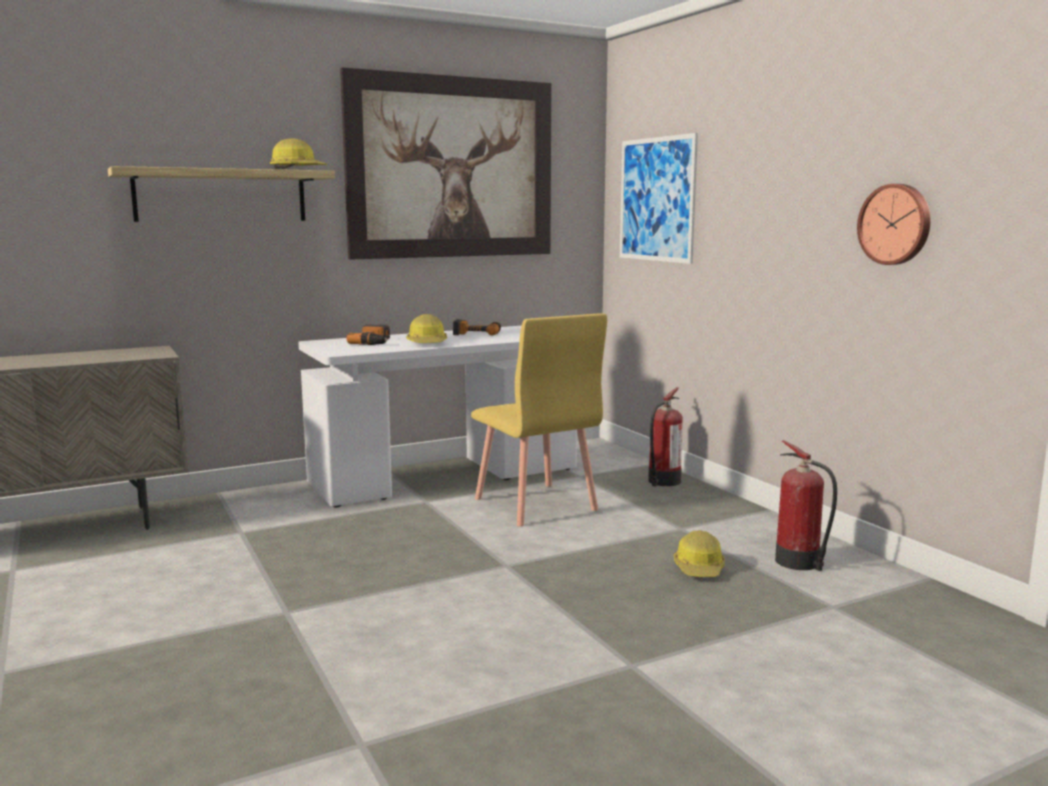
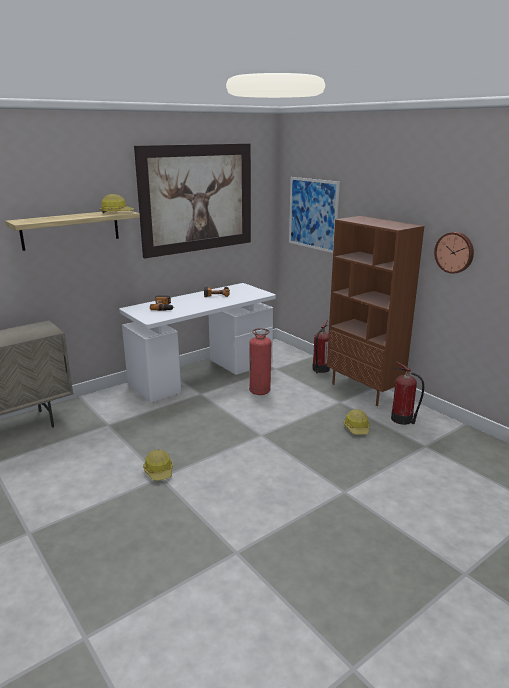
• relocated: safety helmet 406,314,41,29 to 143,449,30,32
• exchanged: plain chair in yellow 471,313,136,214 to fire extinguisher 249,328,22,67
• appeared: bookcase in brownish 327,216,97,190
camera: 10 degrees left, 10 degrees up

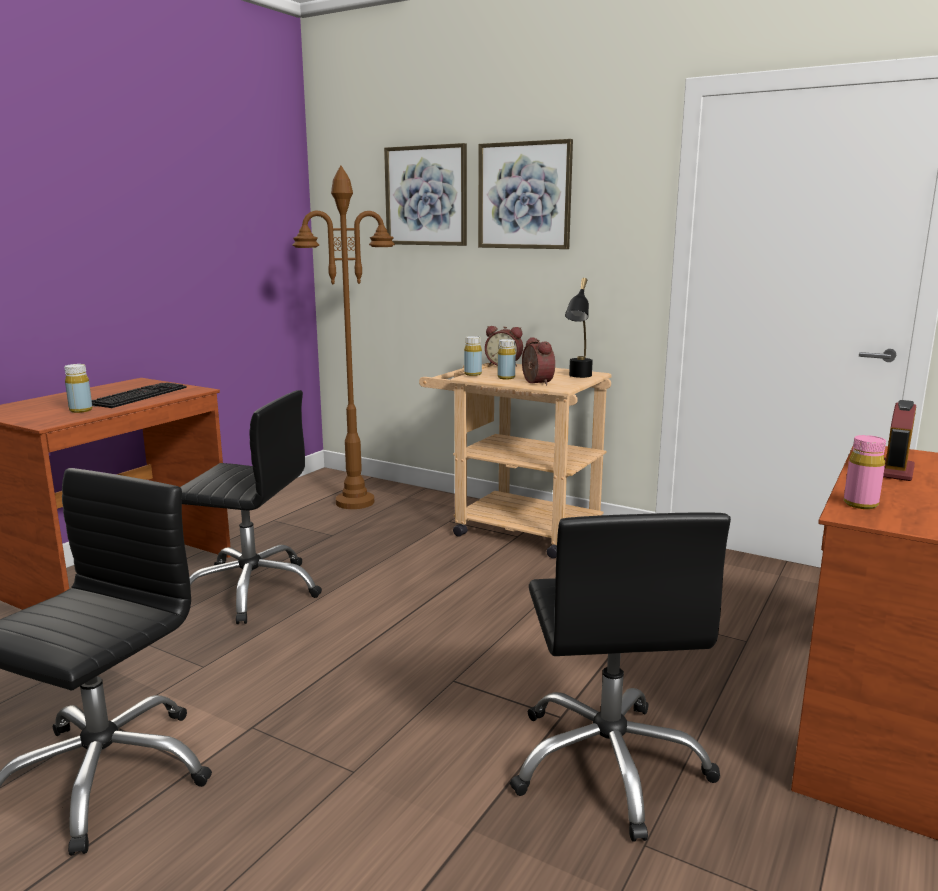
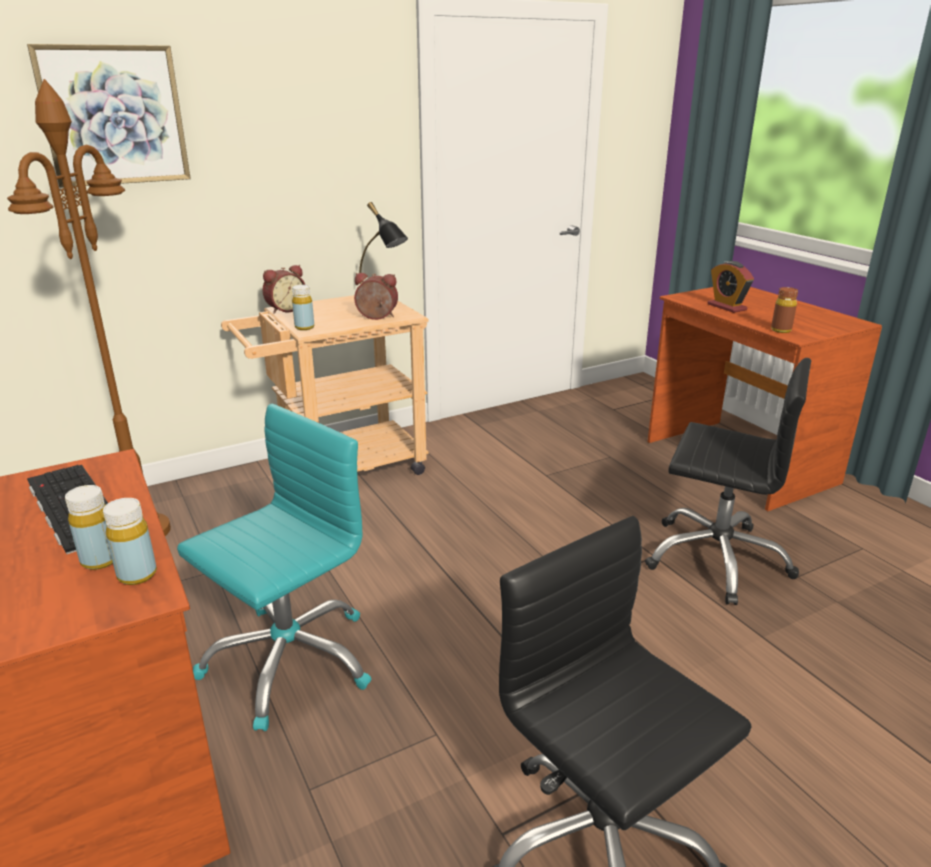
• colour: office chair in black 180,390,142,234 to office chair in turquoise-coloured 177,404,194,327
• missing: wall art 478,139,95,110
• relocated: drink bottle in yellow 498,339,18,40 to 103,498,54,87
• colour: drink bottle in pink 844,435,42,74 to drink bottle in brownish 771,287,27,46
camera: 60 degrees left, 10 degrees up

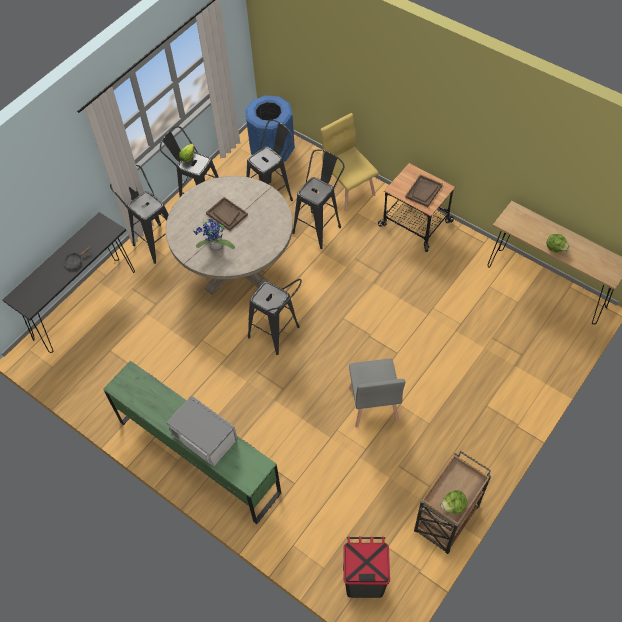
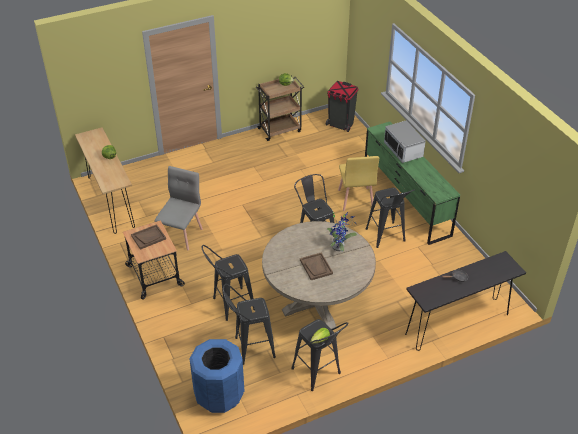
• relocated: stool in black 110,165,59,99 to 366,188,48,60
• relocated: plain chair in yellow 320,113,59,99 to 338,156,41,55
• relocated: plain chair in grey 349,359,56,68 to 155,166,48,85
camera: 155 degrees left, 15 degrees down

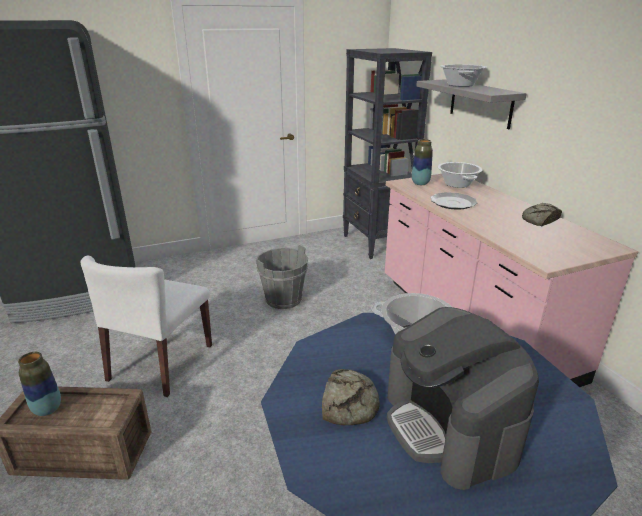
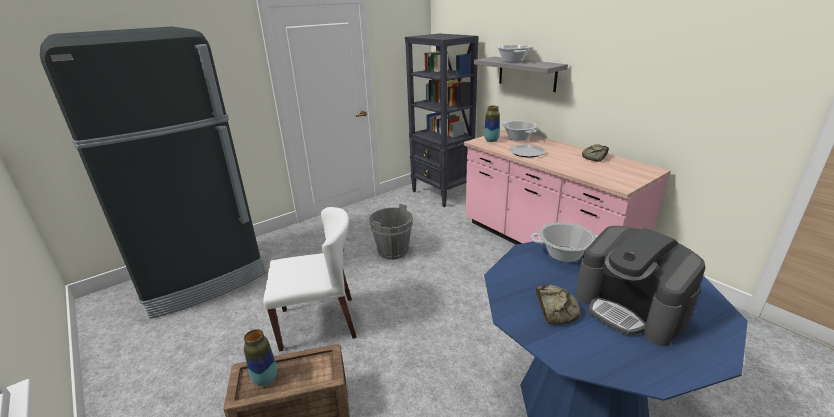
• spun: plain chair in whitish 81,255,131,142 = 263,207,94,144 105 degrees counterclockwise
camera: 15 degrees left, 0 degrees up

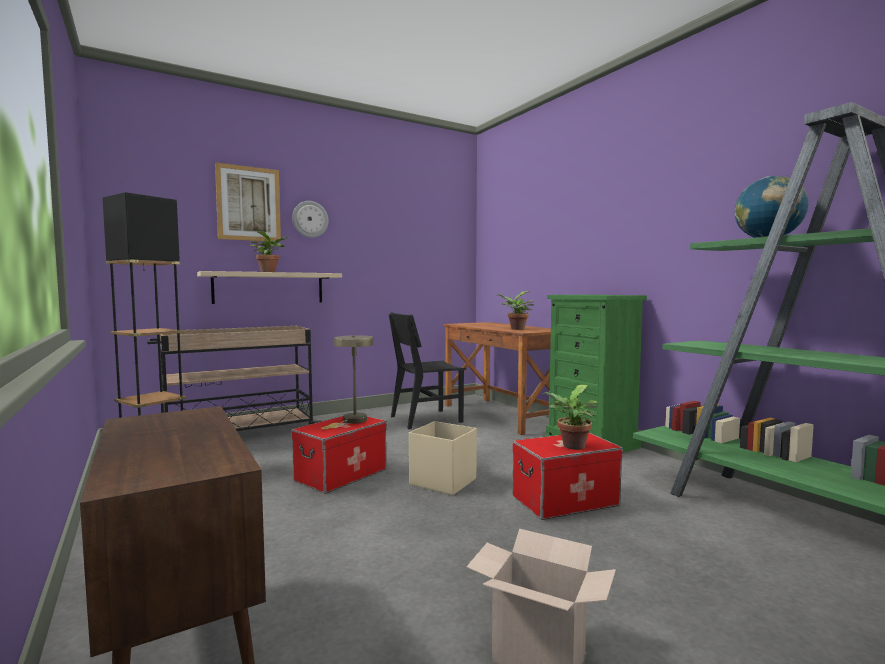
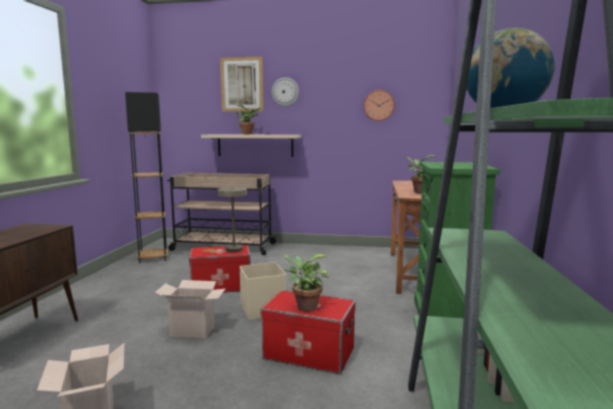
• missing: plain chair in black 389,312,77,118
• appeared: carton 155,280,70,58
• appeared: wall clock 364,90,31,31
camera: 40 degrees right, 5 degrees up

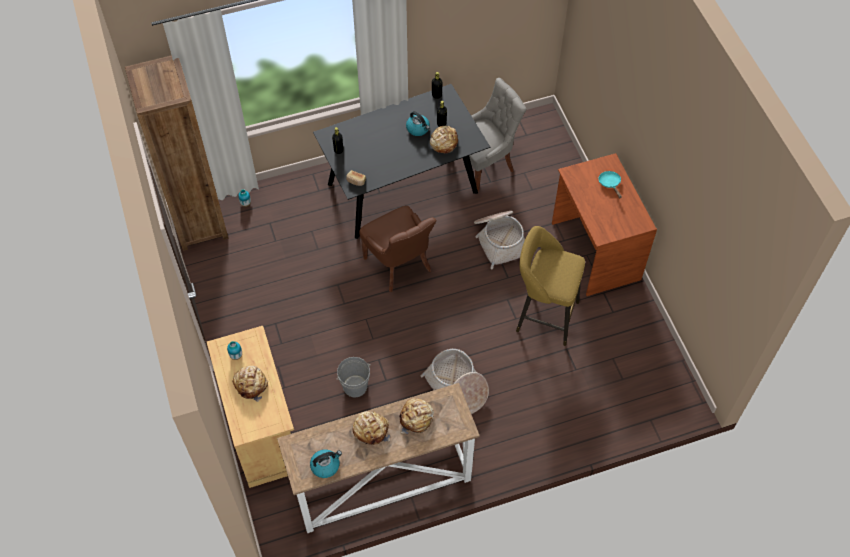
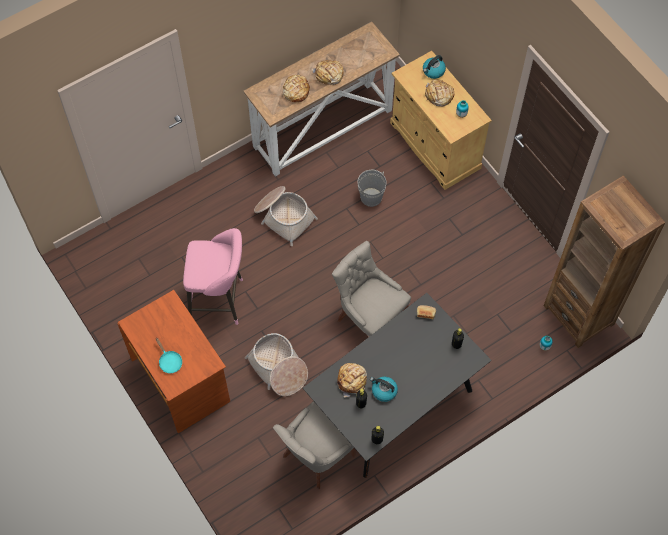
• relocated: tea kettle 310,449,32,29 to 423,55,23,24
• colour: plain chair in brownish 359,206,77,86 to plain chair in grey 332,241,79,96
• colour: stool in yellow 516,226,69,120 to stool in pink 183,228,60,97
camera: 165 degrees right, 5 degrees up

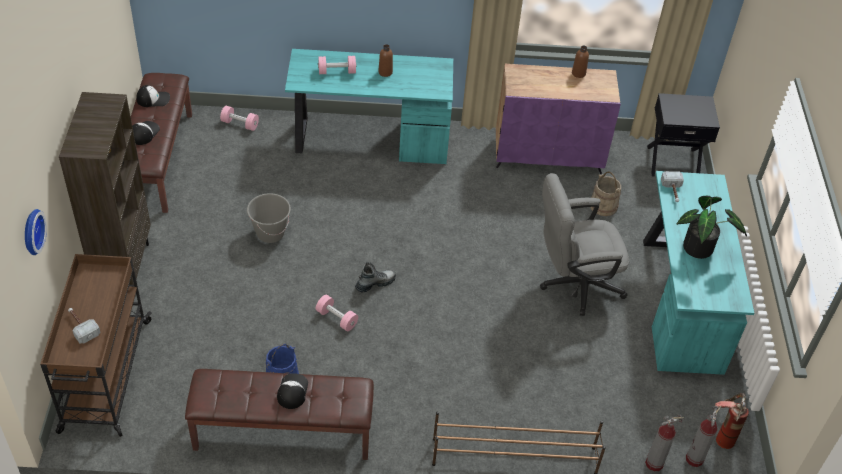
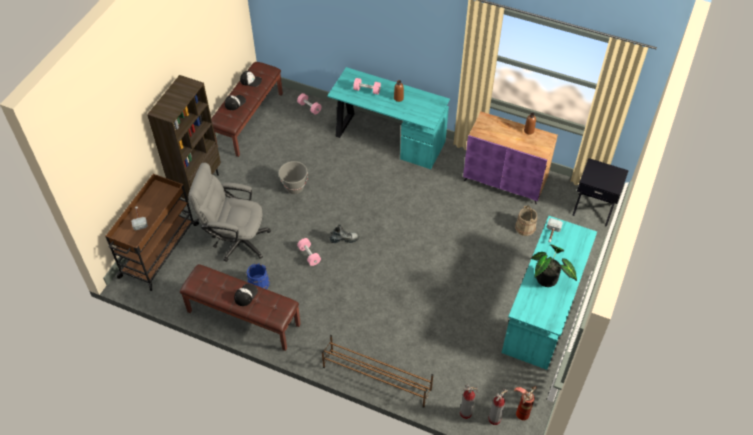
• missing: wall clock 25,209,22,46
• relocated: office chair in grey 540,173,89,143 to 188,162,83,100
camera: 25 degrees right, 5 degrees up

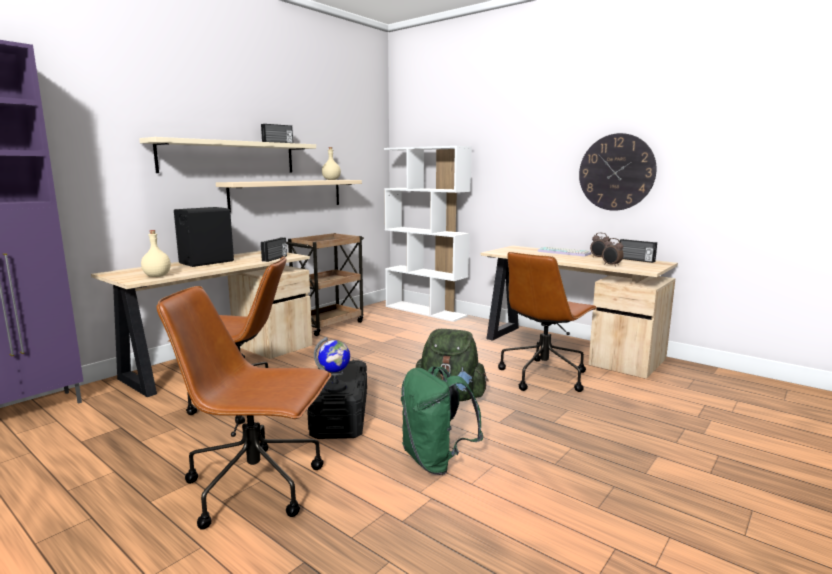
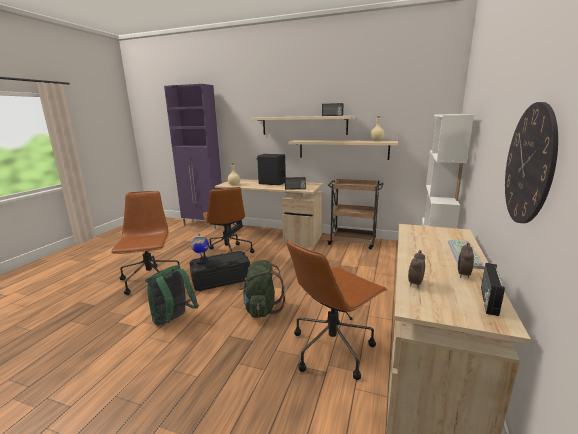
• spun: office chair in brownish 498,252,99,140 = 286,239,102,141 60 degrees counterclockwise
camera: 70 degrees right, 5 degrees up

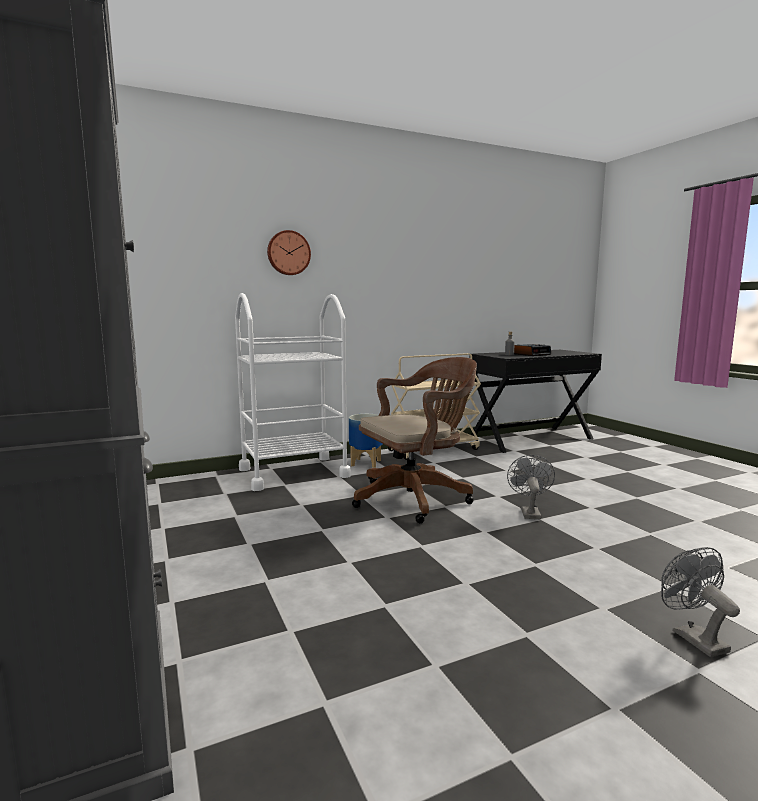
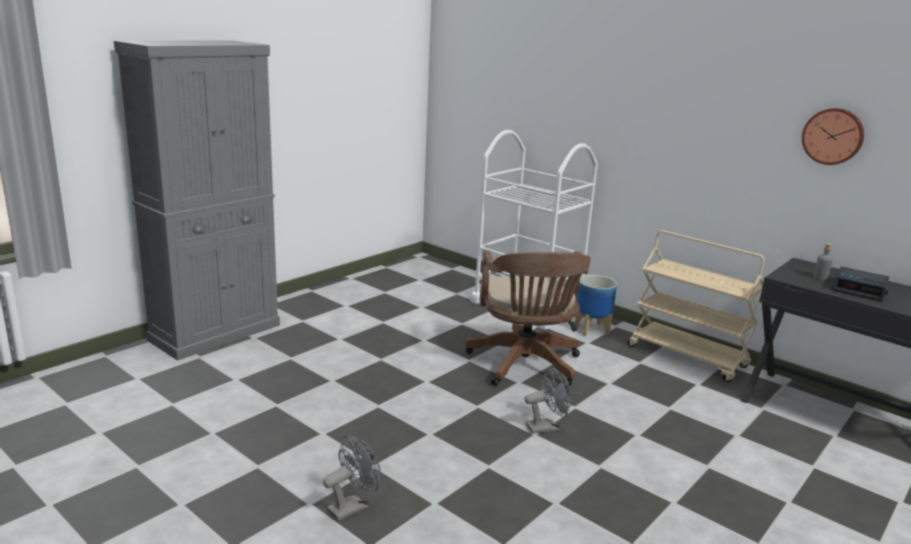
• relocated: wall clock 267,230,44,45 to 802,108,62,57
• spun: office chair in brownish 352,357,125,166 = 465,250,126,137 45 degrees clockwise
camera: 65 degrees right, 10 degrees up

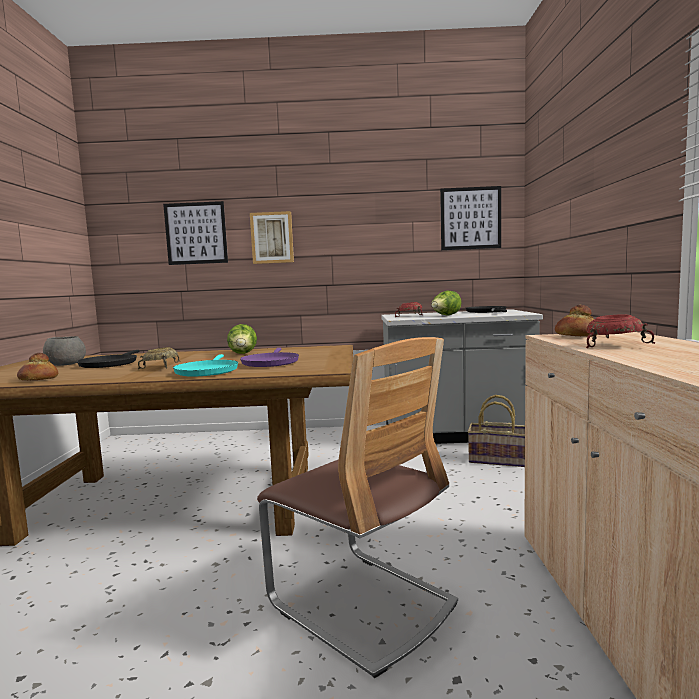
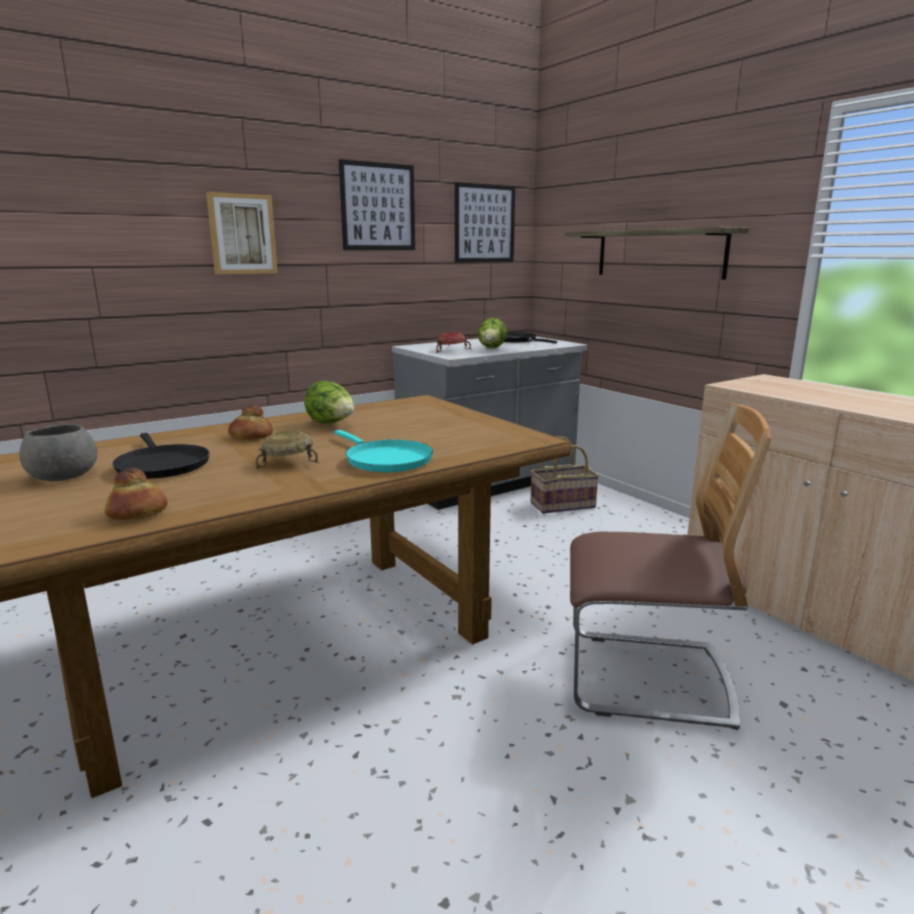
• relocated: wall art 163,201,65,64 to 339,159,76,91
• missing: pan in purple-coloured 240,348,59,19
• relocated: bakery bread 555,305,43,32 to 228,404,45,36
• missing: bowl in reddish 586,314,69,34
• appeared: wall shelf 565,227,184,53
camera: 35 degrees left, 10 degrees up

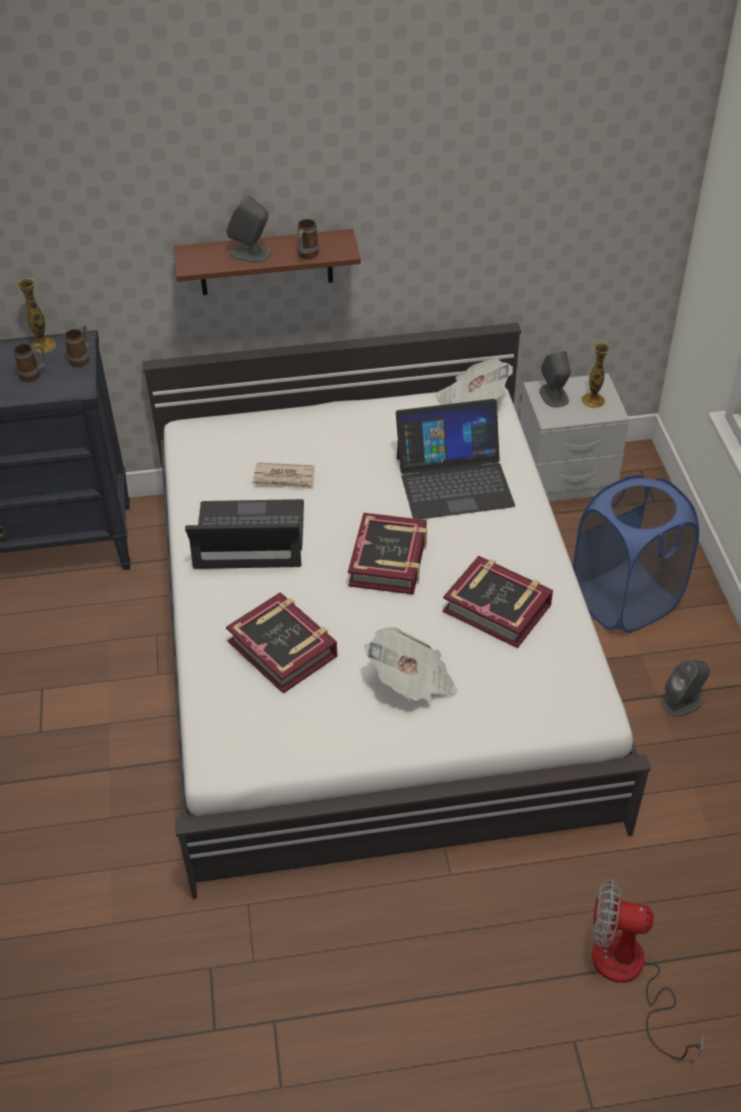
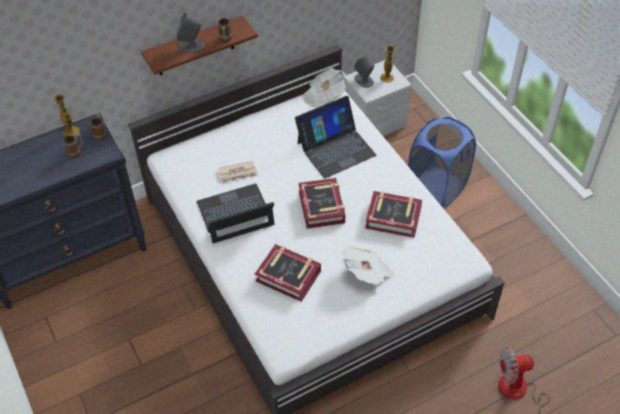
• missing: loudspeaker in grey 662,660,48,57
camera: 20 degrees left, 5 degrees up

